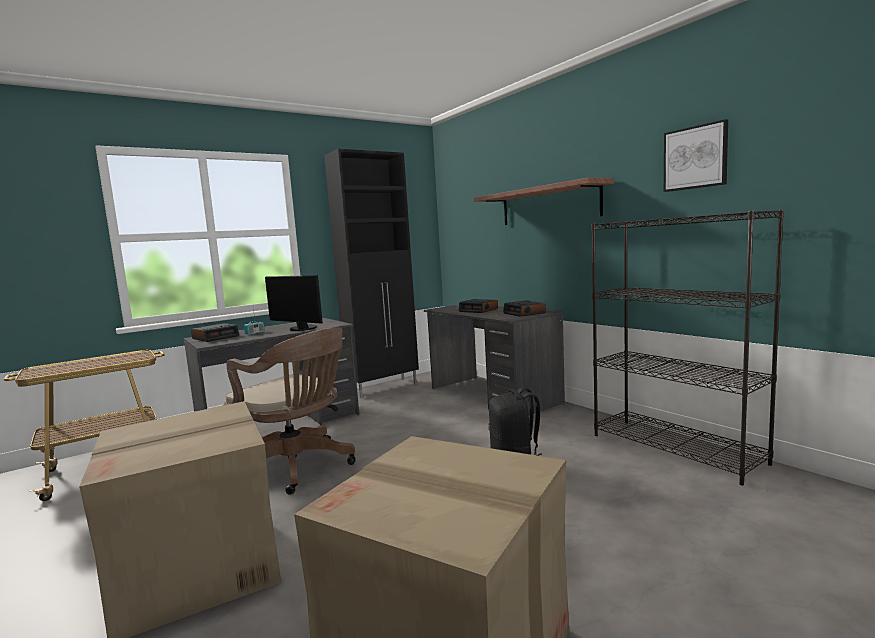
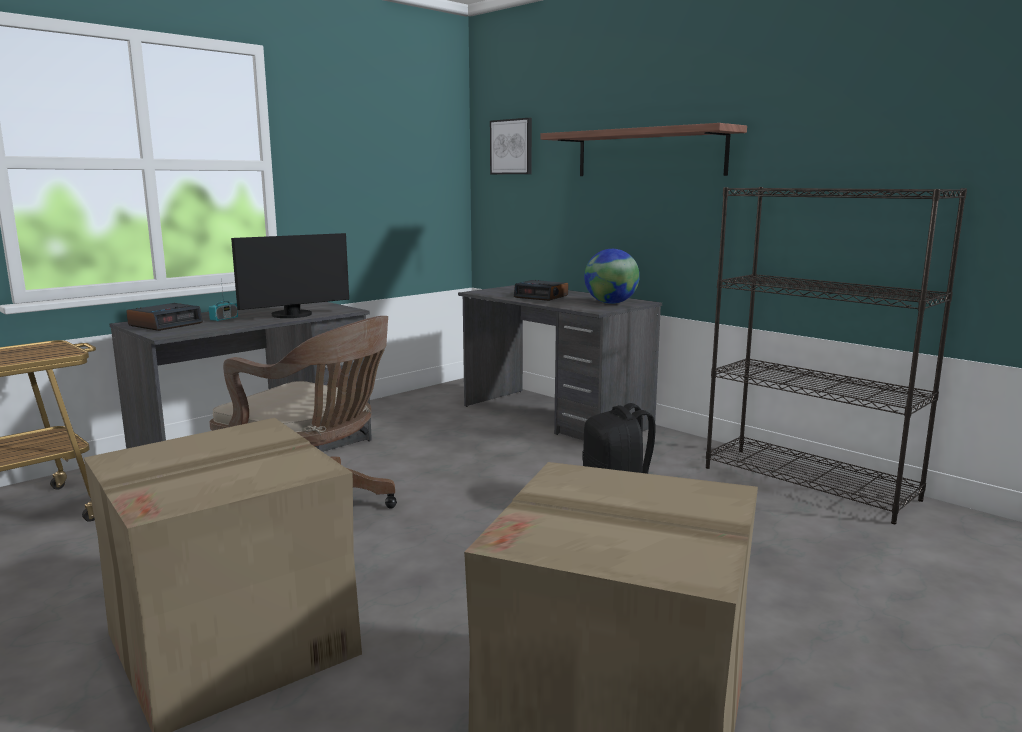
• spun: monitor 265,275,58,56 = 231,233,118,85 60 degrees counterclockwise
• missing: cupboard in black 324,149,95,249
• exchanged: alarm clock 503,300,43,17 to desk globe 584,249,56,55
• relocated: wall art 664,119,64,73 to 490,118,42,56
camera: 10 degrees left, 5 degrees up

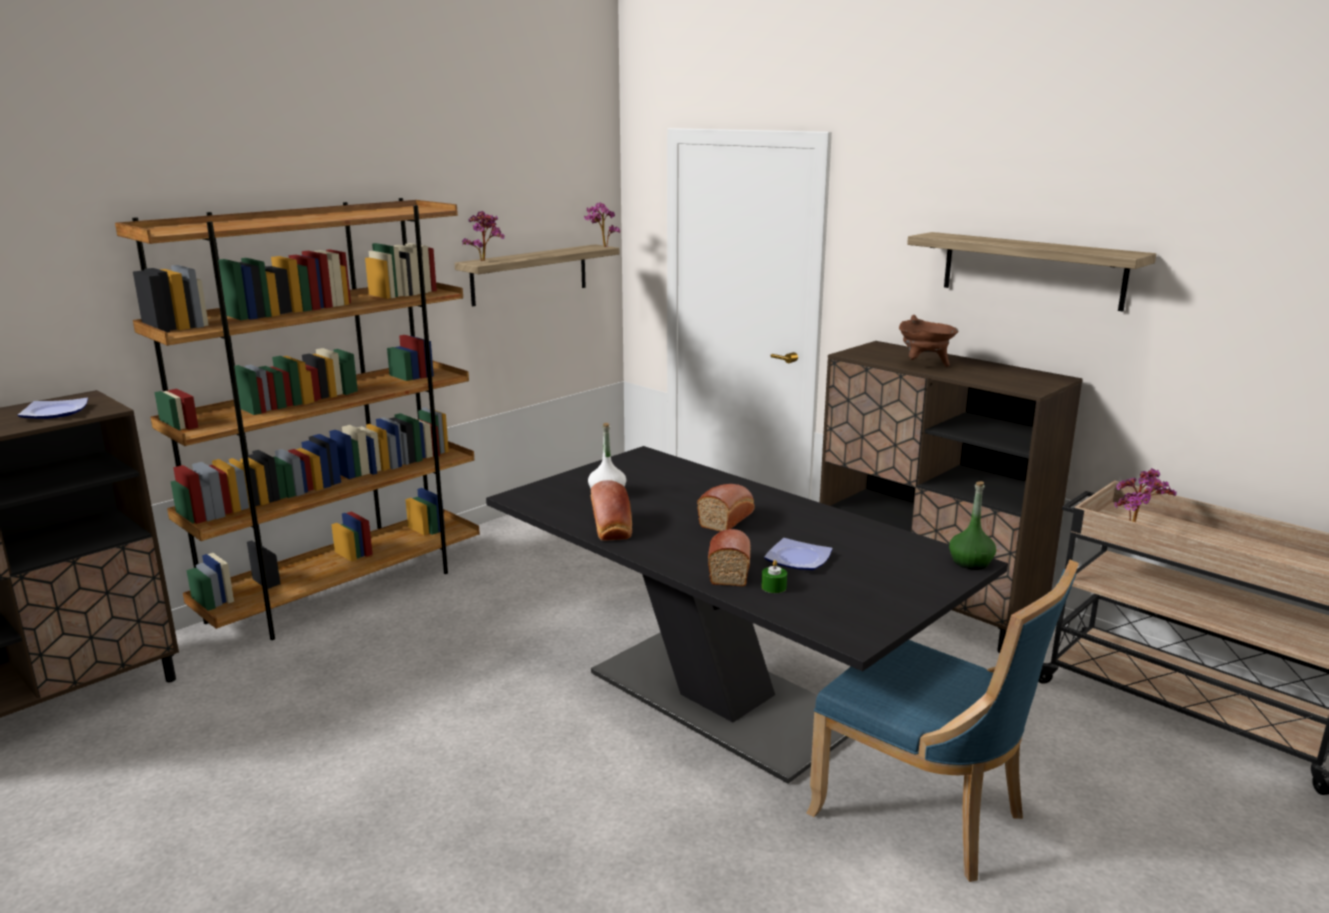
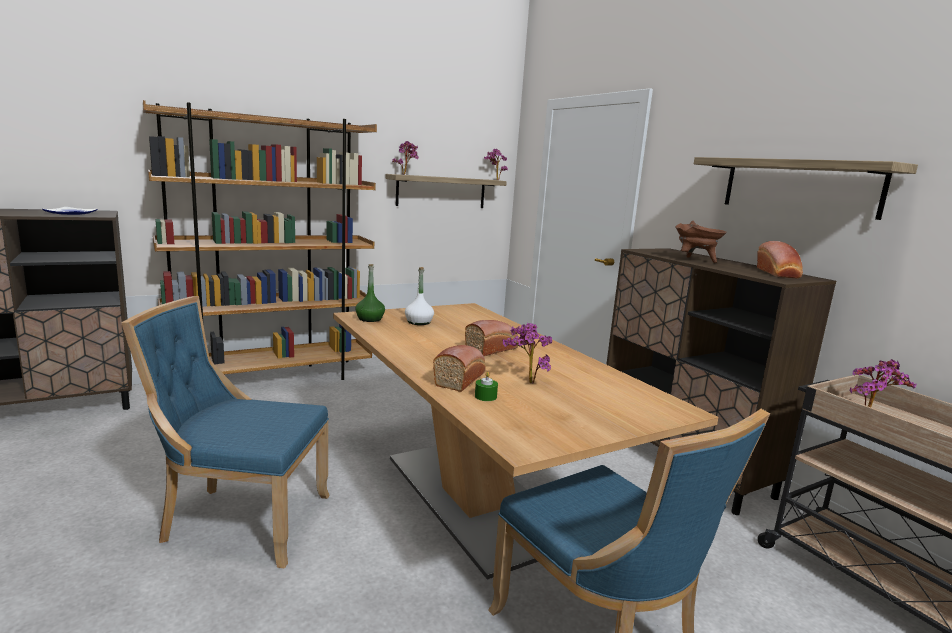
• colour: dining table in black 486,446,522,338 to dining table in beige 333,303,385,277
• relocated: bakery bread 591,480,41,61 to 757,241,46,37
• exchanged: flat dish 764,538,68,32 to houseplant 503,323,49,60
• relocated: drink bottle in green 949,481,47,89 to 355,264,30,58
• appeared: plain chair in bluish 122,296,208,272
camera: 15 degrees right, 5 degrees down

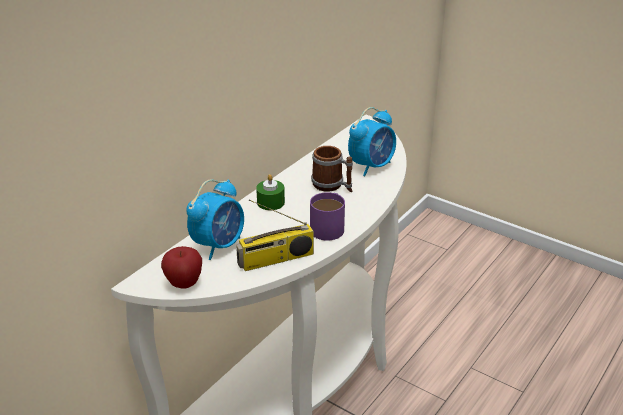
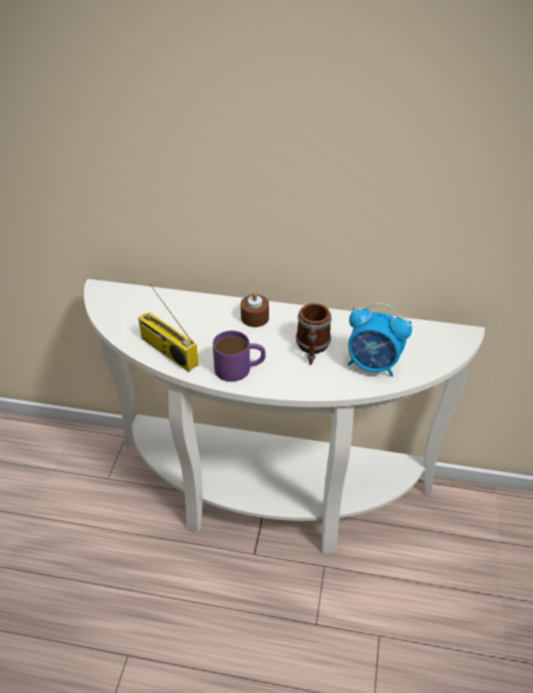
• missing: whole apple 161,246,41,43
• missing: alarm clock 186,180,58,80
• colour: wax light in green 256,174,29,36 to wax light in brownish 241,291,28,36
camera: 65 degrees right, 10 degrees up

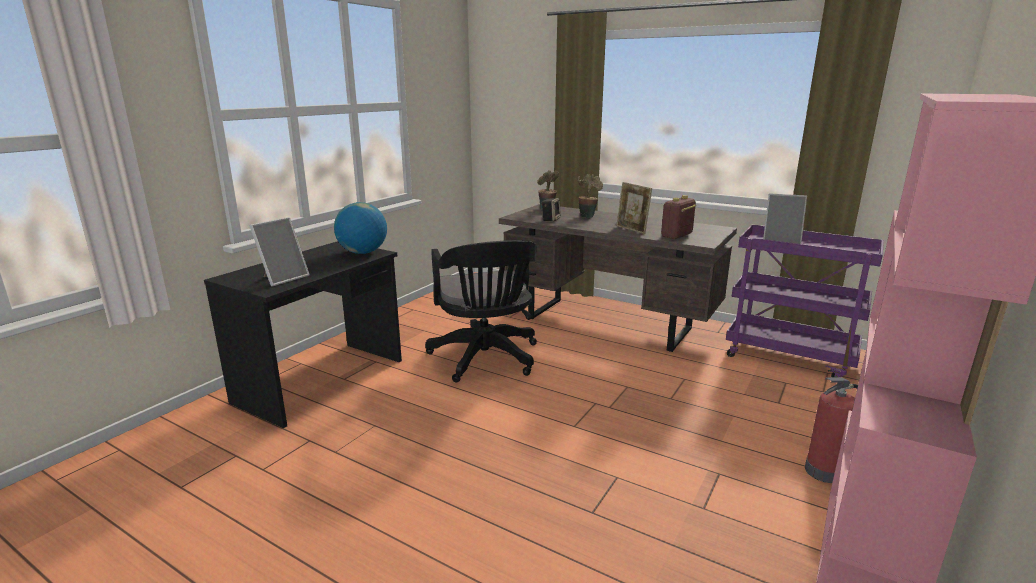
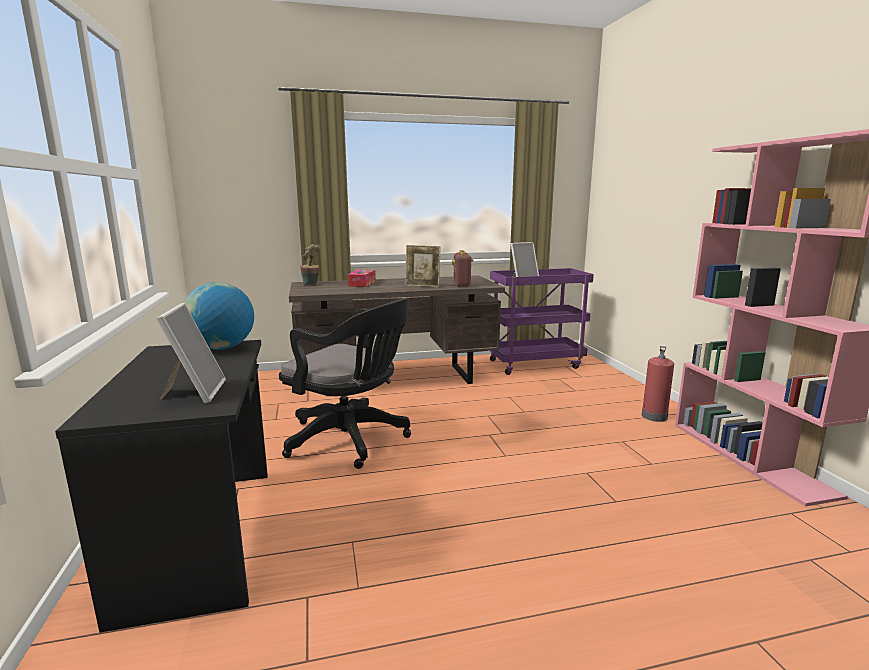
• missing: loudspeaker 542,198,19,23
• exchanged: houseplant 577,174,26,44 to tissue holder 347,270,29,17
camera: 45 degrees left, 5 degrees down

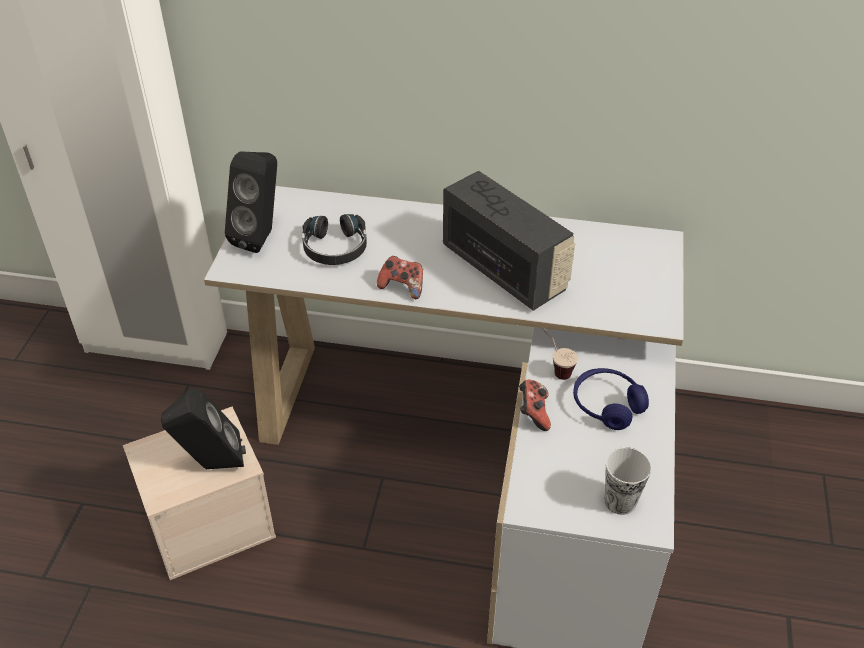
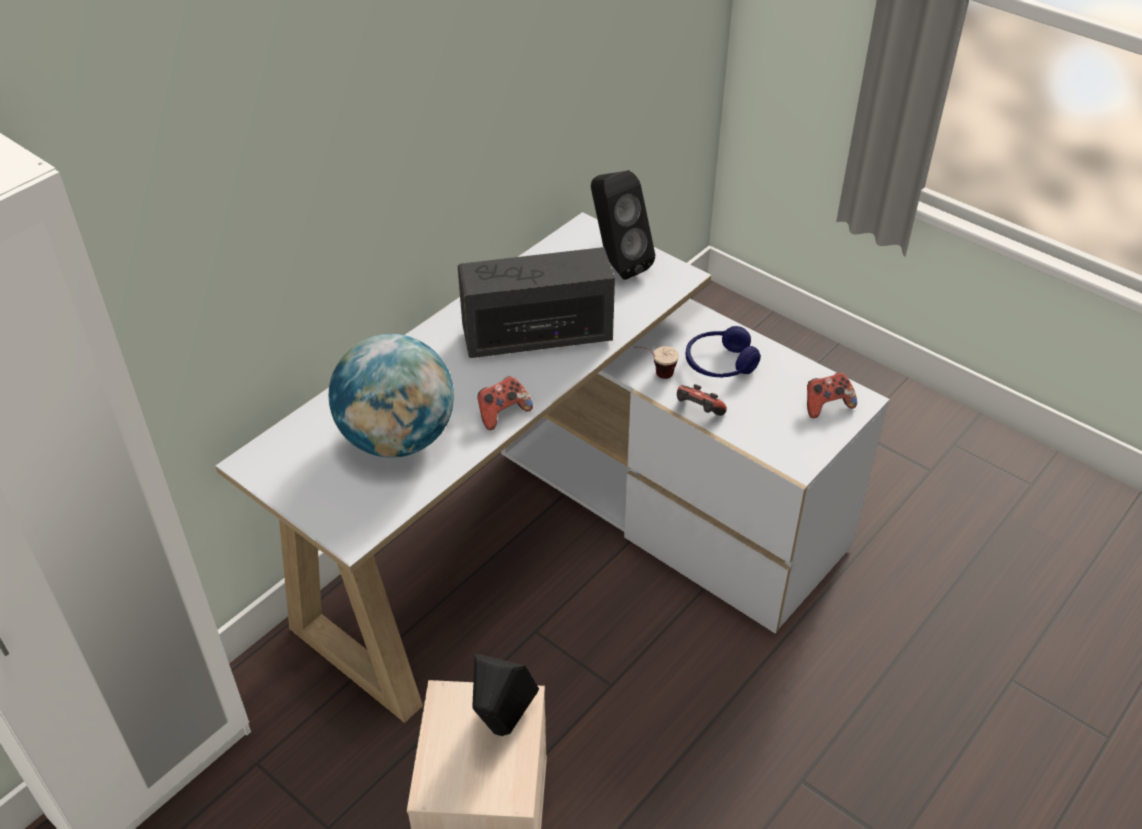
• relocated: loudspeaker in black 225,151,52,102 to 591,170,64,110
• exchanged: headphones in black 302,214,65,51 to desk globe 329,334,125,124
• exchanged: cup 605,447,47,68 to joypad 807,372,50,46
camera: 60 degrees left, 0 degrees up

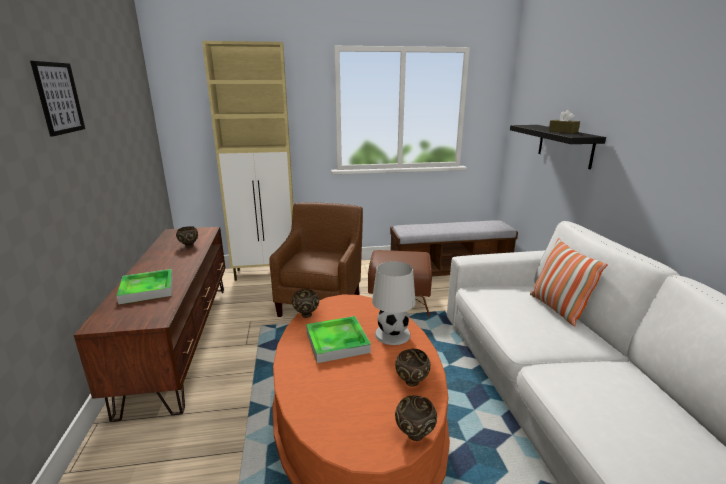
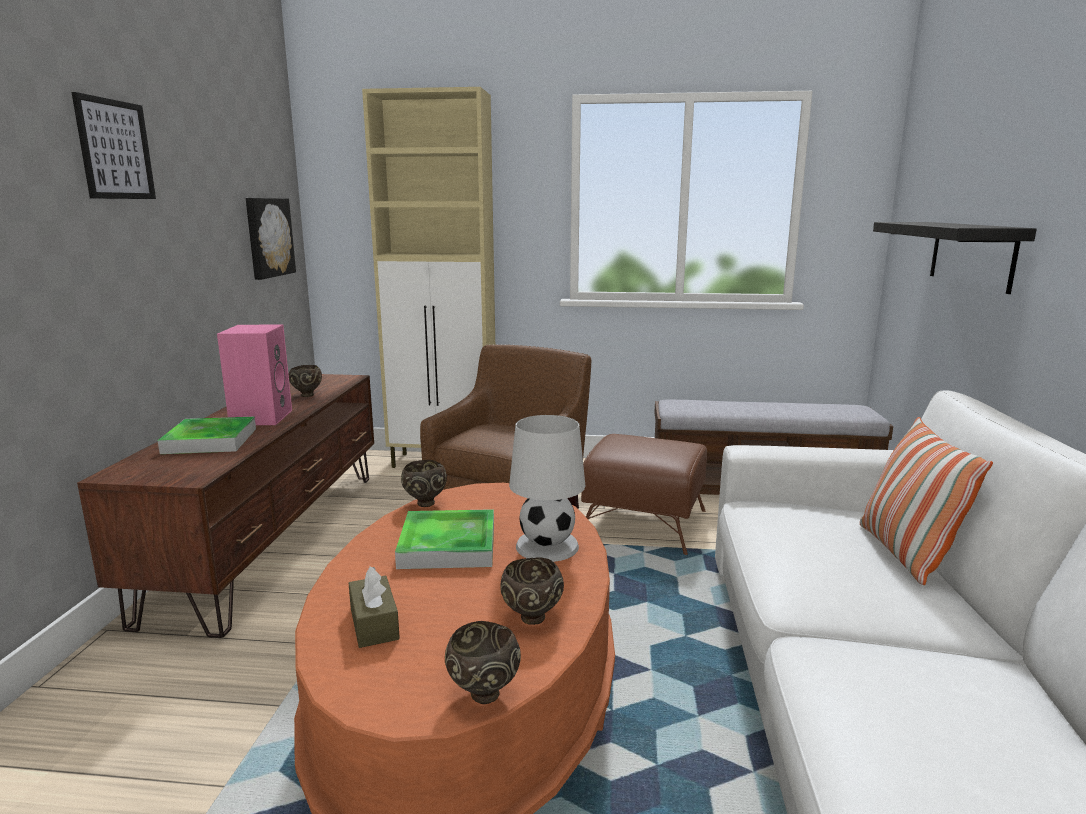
• relocated: tissue holder in brownish 549,110,31,23 to 349,567,51,81
• appeared: loudspeaker in pink 217,325,75,100
• appeared: wall art 246,198,50,82
camera: 15 degrees right, 5 degrees down

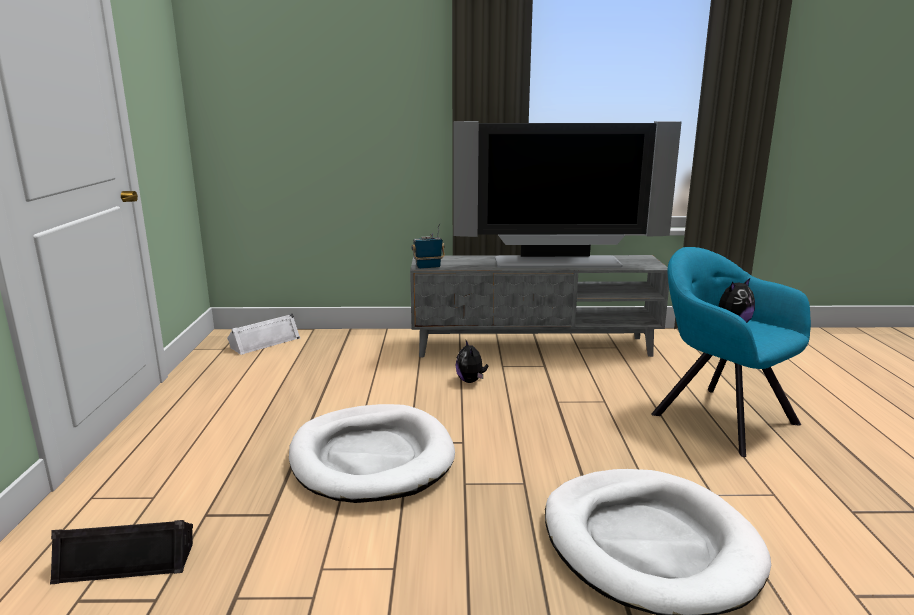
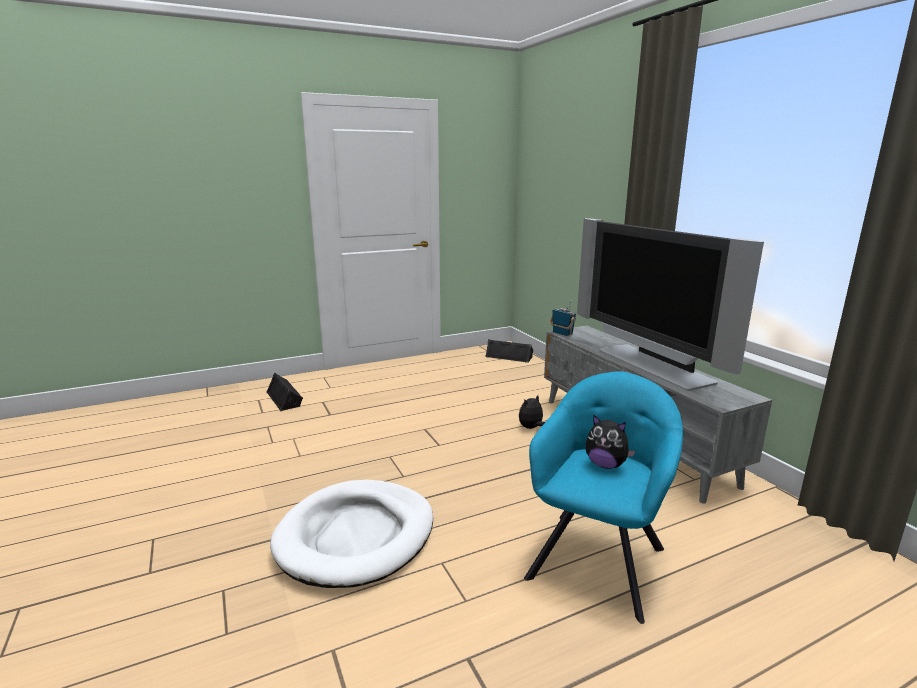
• colour: loudspeaker in whitish 227,314,73,41 to loudspeaker in black 485,339,48,24
• missing: dog cushion in whitish 289,404,166,99
camera: 65 degrees right, 0 degrees up

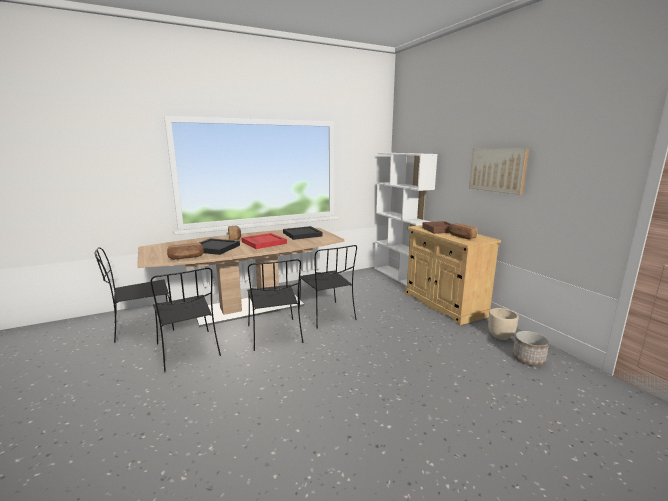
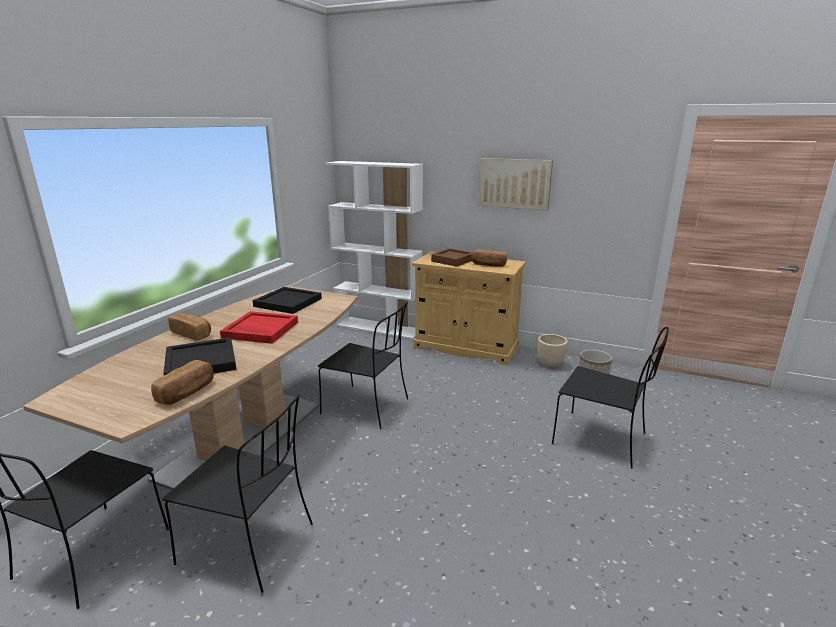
• relocated: plain chair in black 247,259,56,92 to 552,327,117,142
camera: 40 degrees left, 5 degrees up

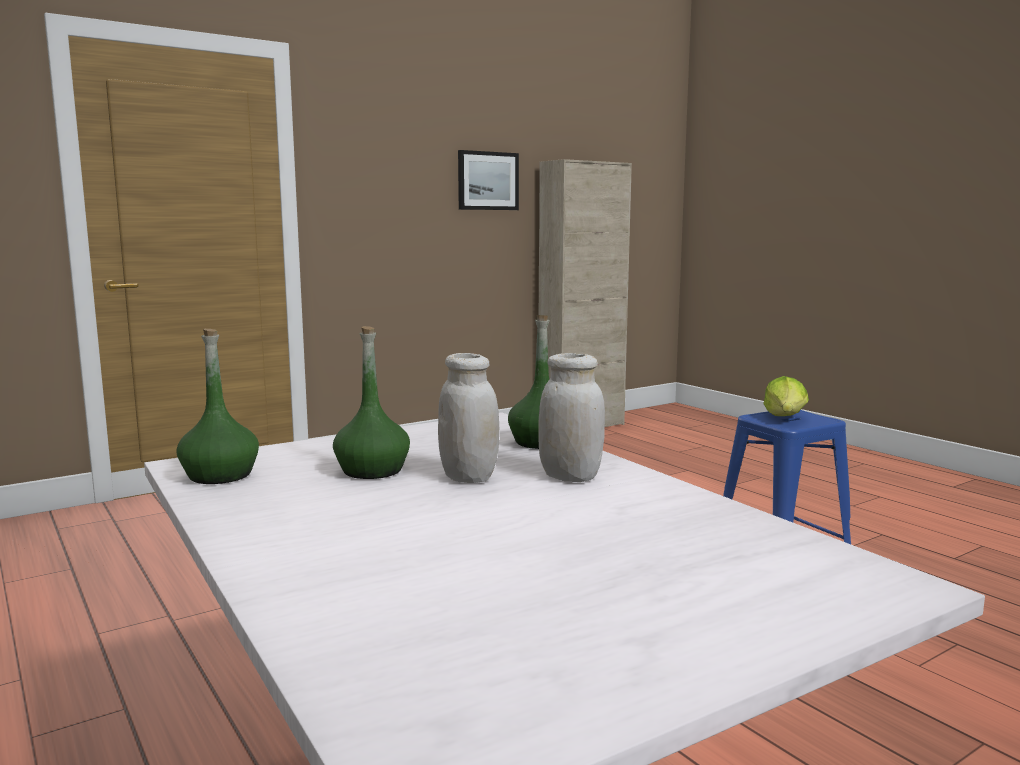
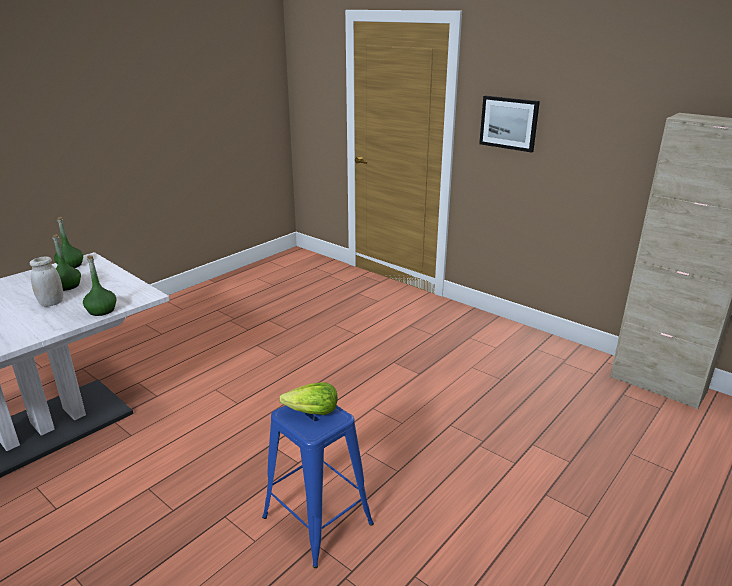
• relocated: wall art 458,150,61,60 to 479,95,61,58
• missing: storage jar in whitish 538,353,67,129
camera: 75 degrees right, 15 degrees up

